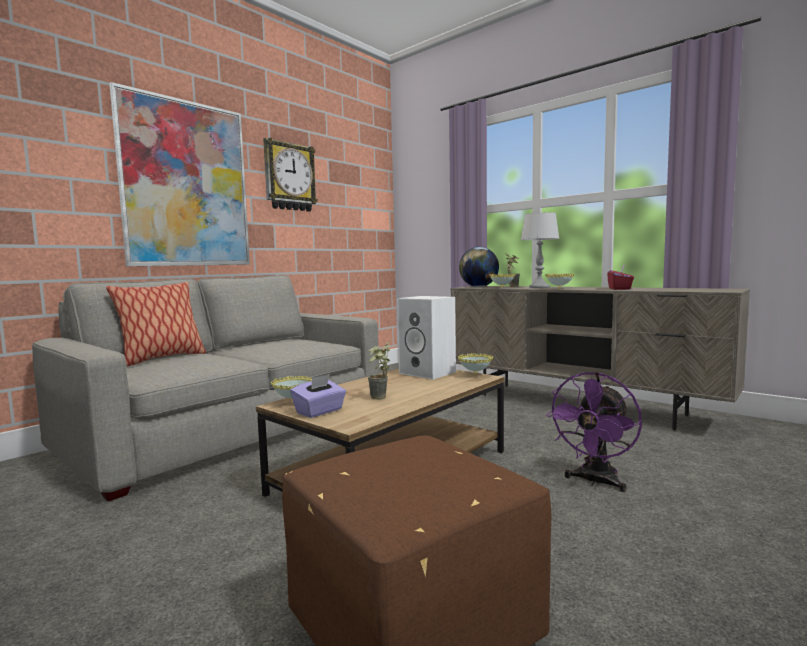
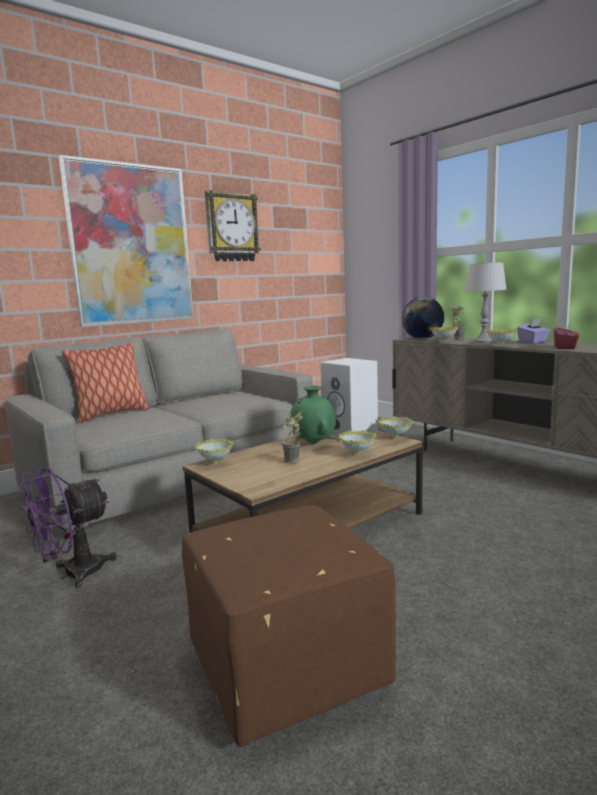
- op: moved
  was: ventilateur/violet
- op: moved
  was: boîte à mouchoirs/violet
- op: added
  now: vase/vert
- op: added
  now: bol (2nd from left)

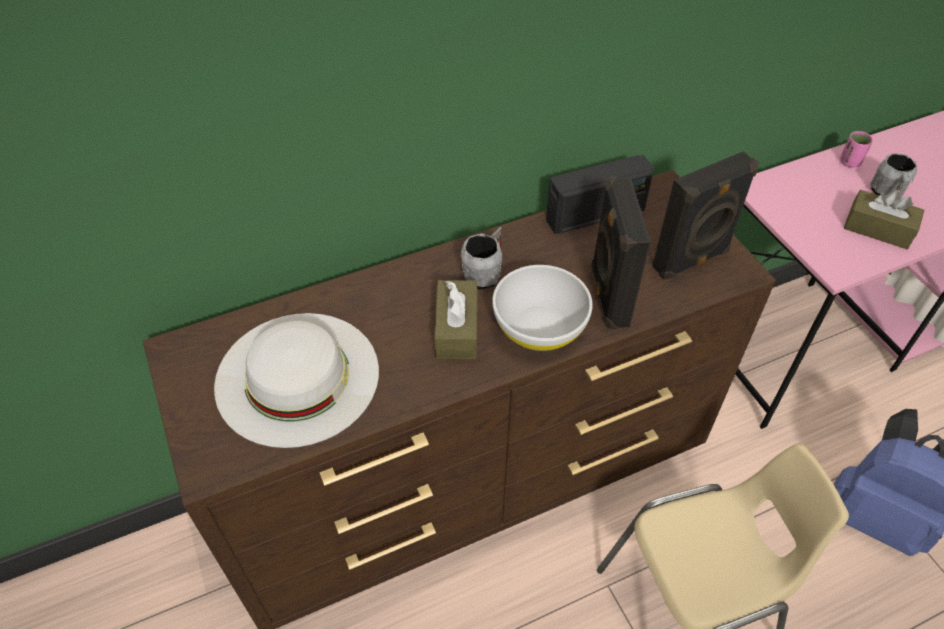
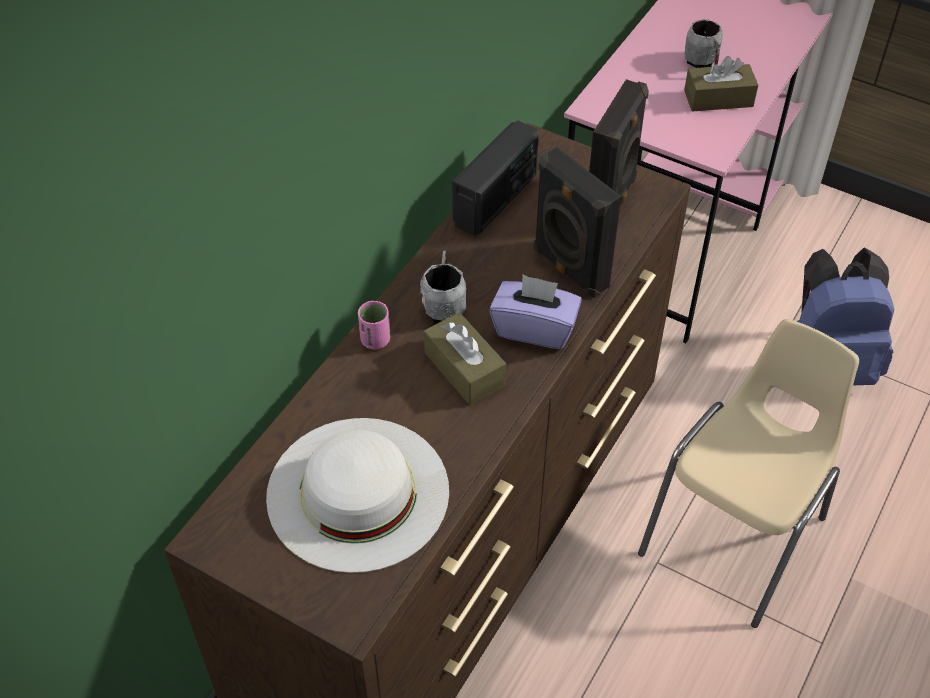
- op: moved
  was: tasse/rose
- op: replaced
  was: bol/blanc
  now: boîte à mouchoirs/violet

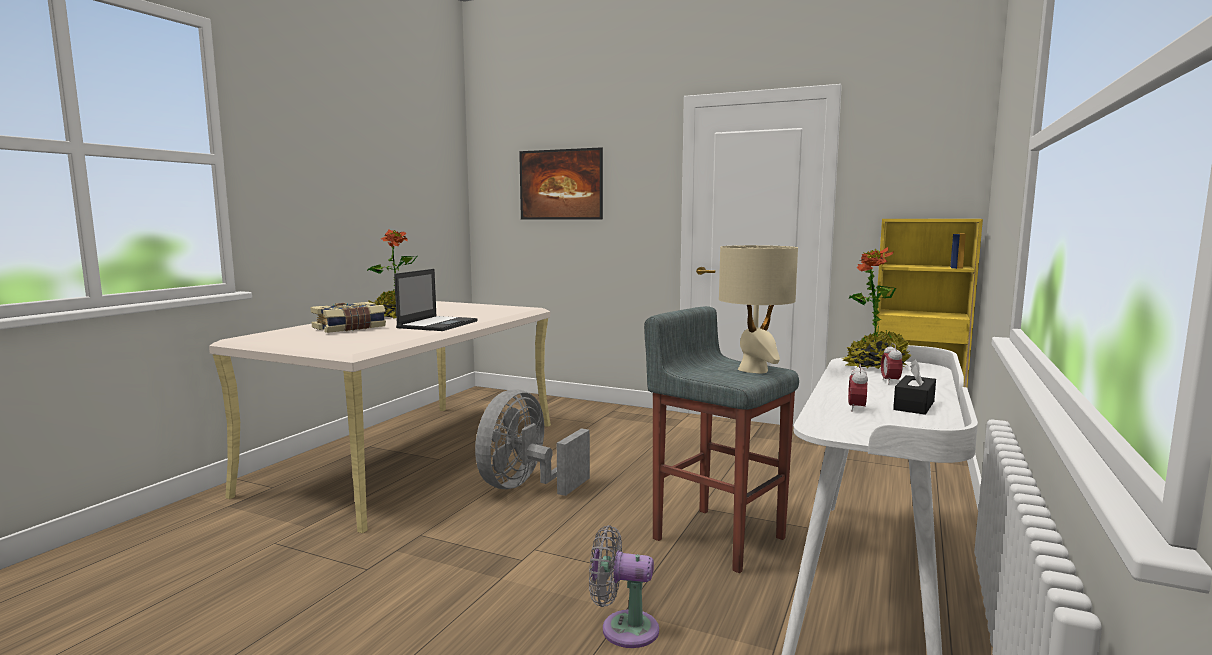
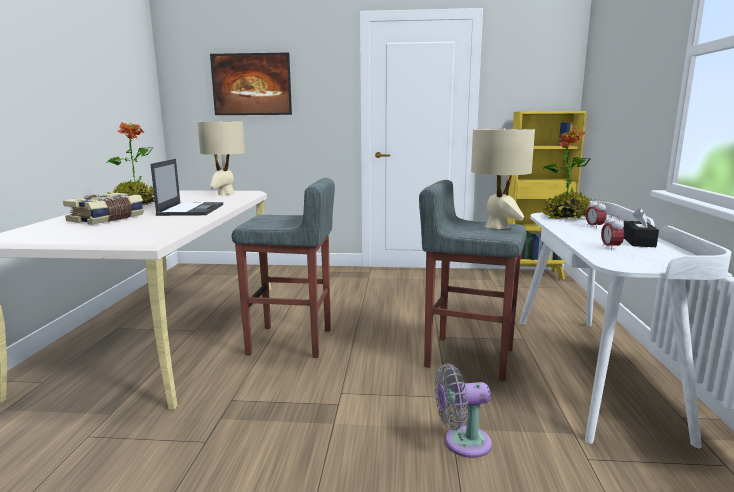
- op: replaced
  was: ventilateur/gris (1st from left)
  now: tabouret/gris (1st from left)
- op: added
  now: lampe de table/beige (1st from left)

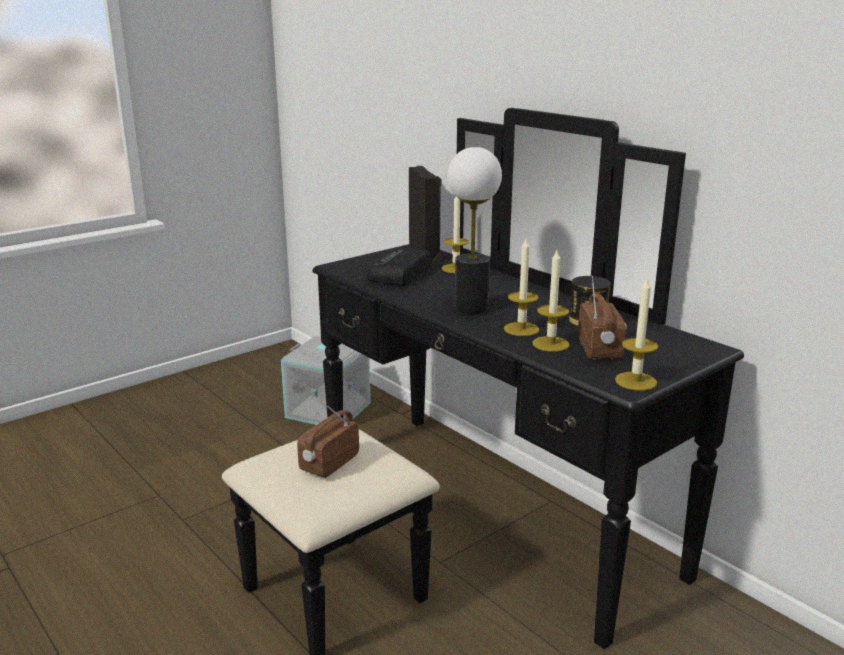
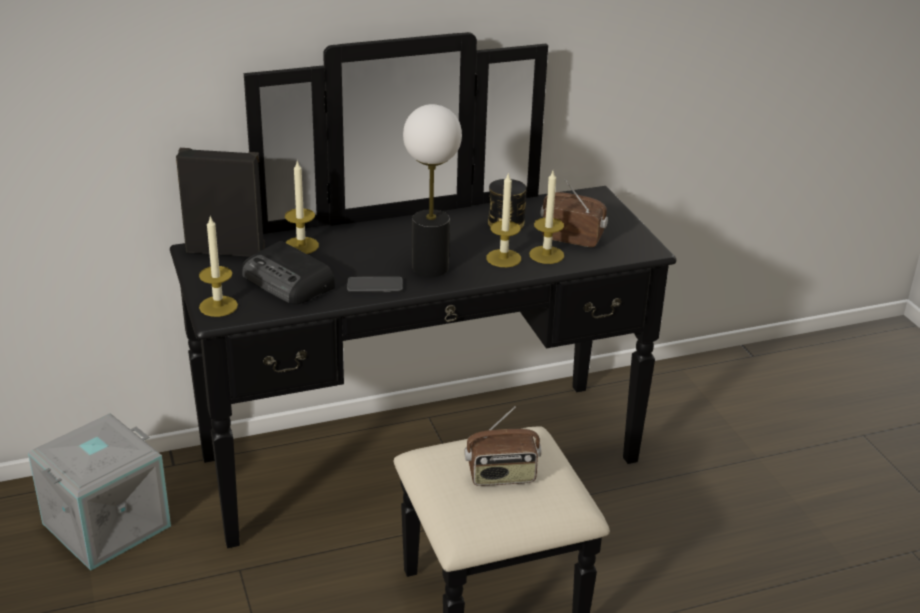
- op: moved
  was: bougie (4th from left in the first image)
  now: bougie (1st from left)
- op: turned
  was: radio (1st from left in the first image)
  clockwise: -60
- op: added
  now: téléphone

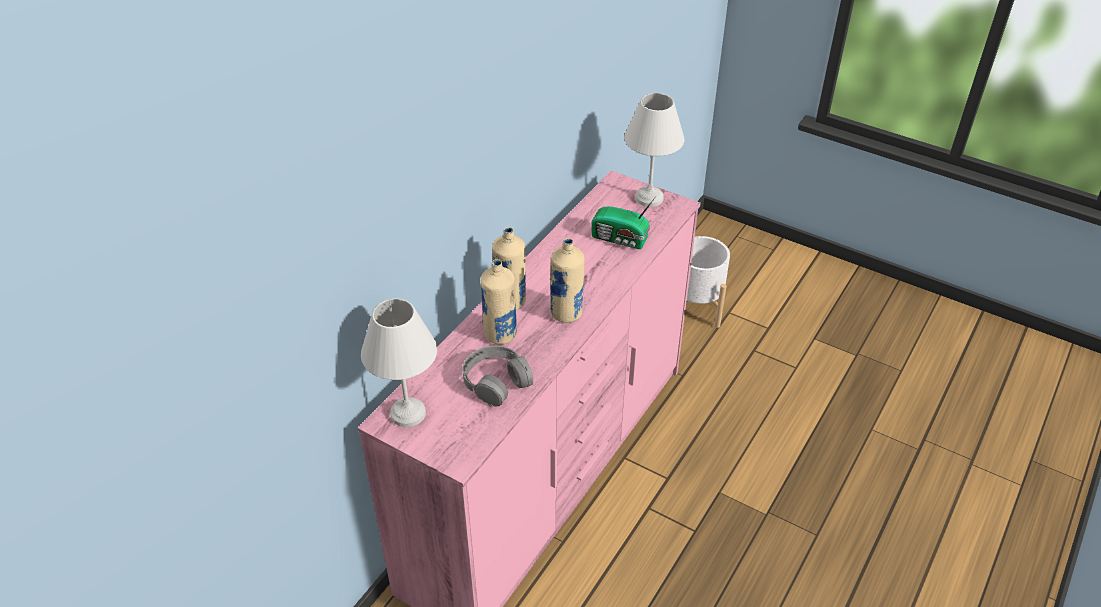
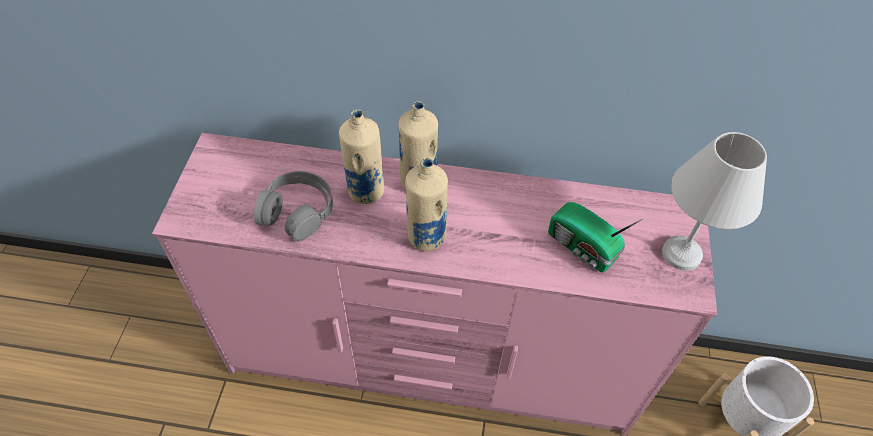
- op: turned
  was: radio
  clockwise: -45
- op: removed
  was: lampe de table/blanc (1st from left)

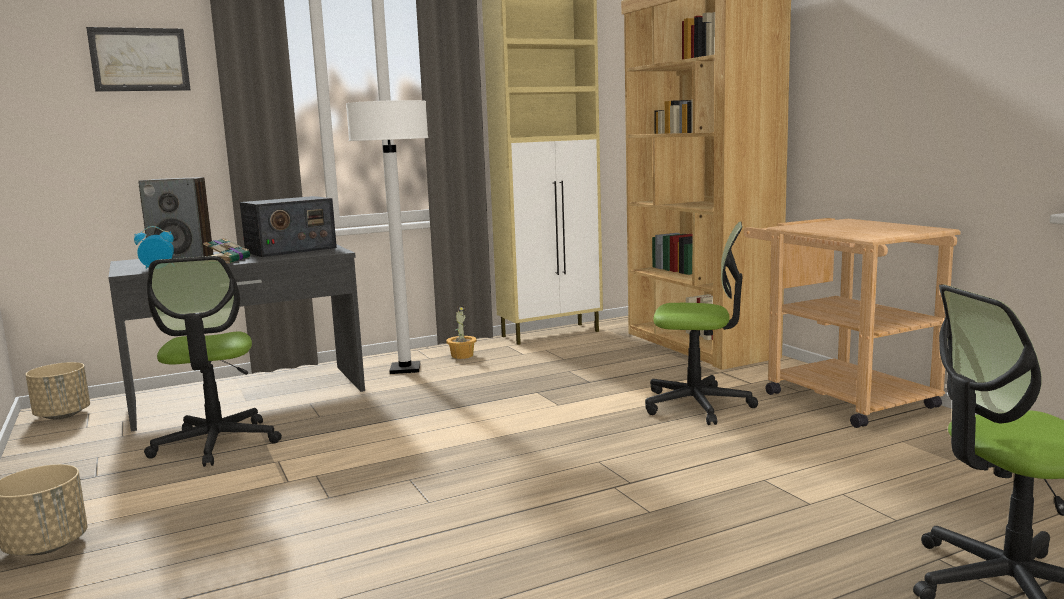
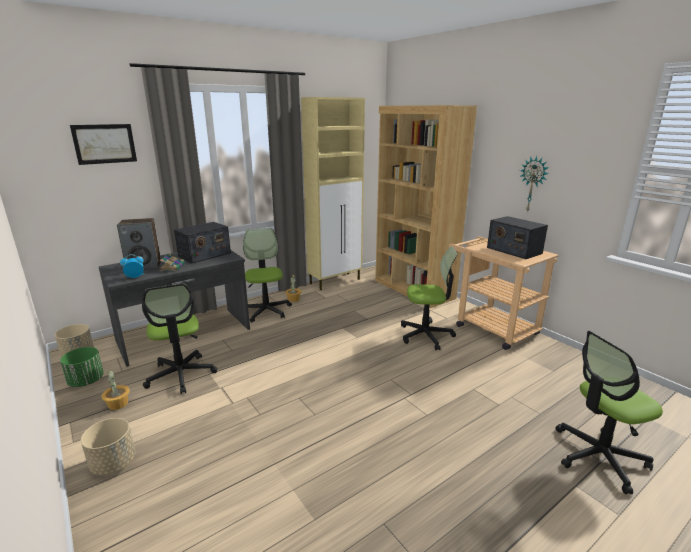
- op: replaced
  was: lampadaire/blanc
  now: chaise de bureau (2nd from left)
- op: added
  now: horloge murale
- op: added
  now: radio (2nd from left)
- op: added
  now: cache-pot/vert
- op: added
  now: plante en pot (1st from left)

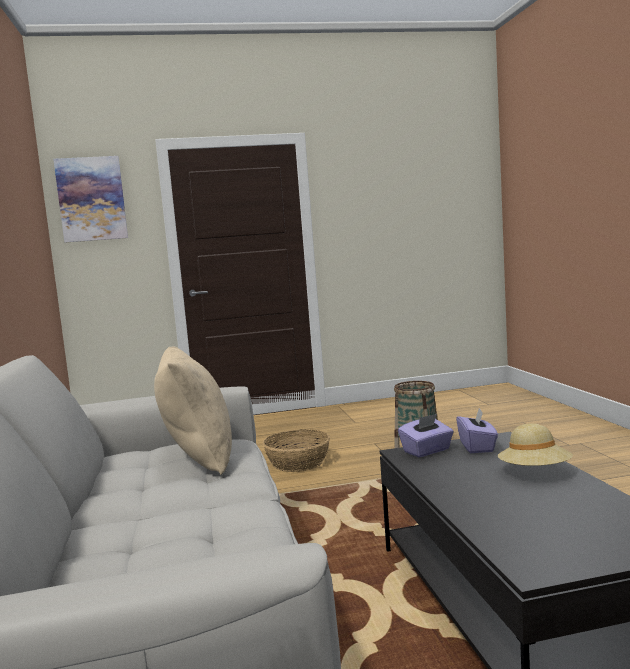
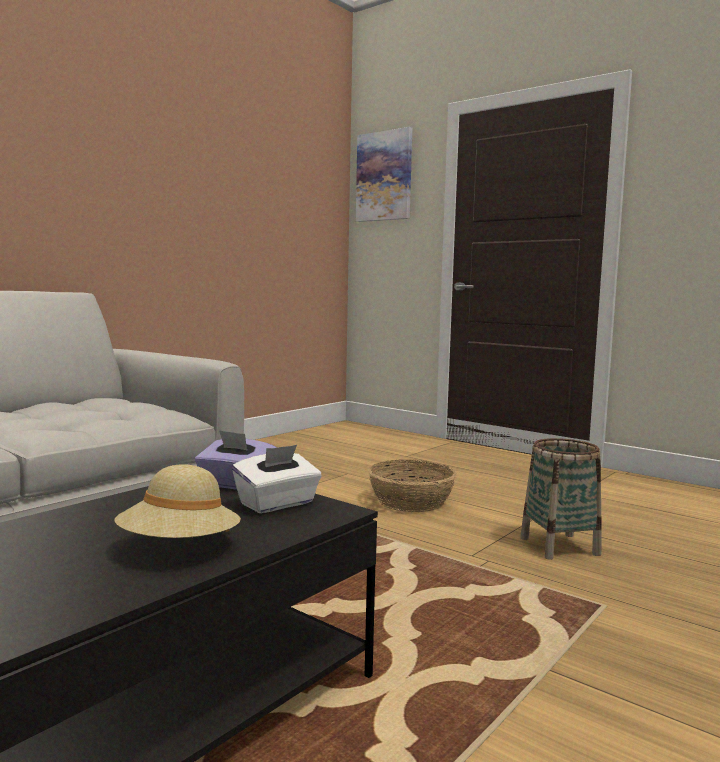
- op: removed
  was: coussin/beige
- op: recoloured
  was: boîte à mouchoirs/violet (2nd from left)
  now: boîte à mouchoirs/blanc

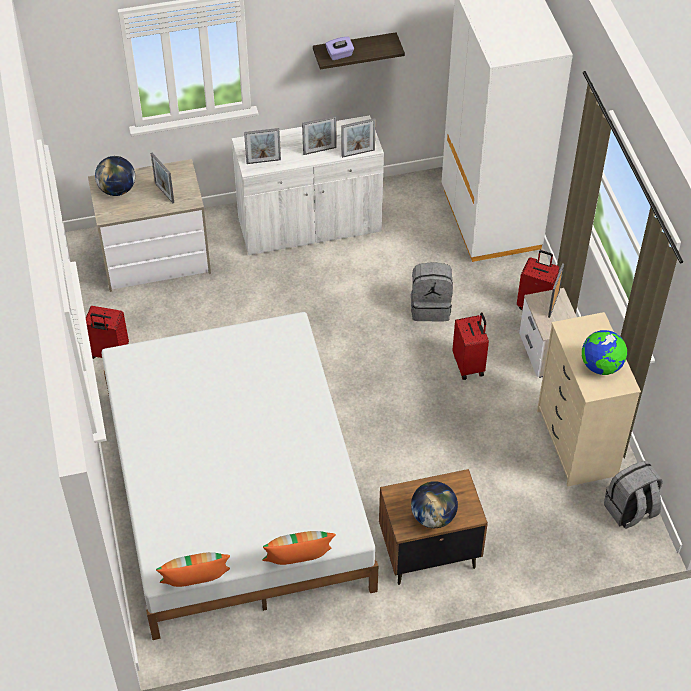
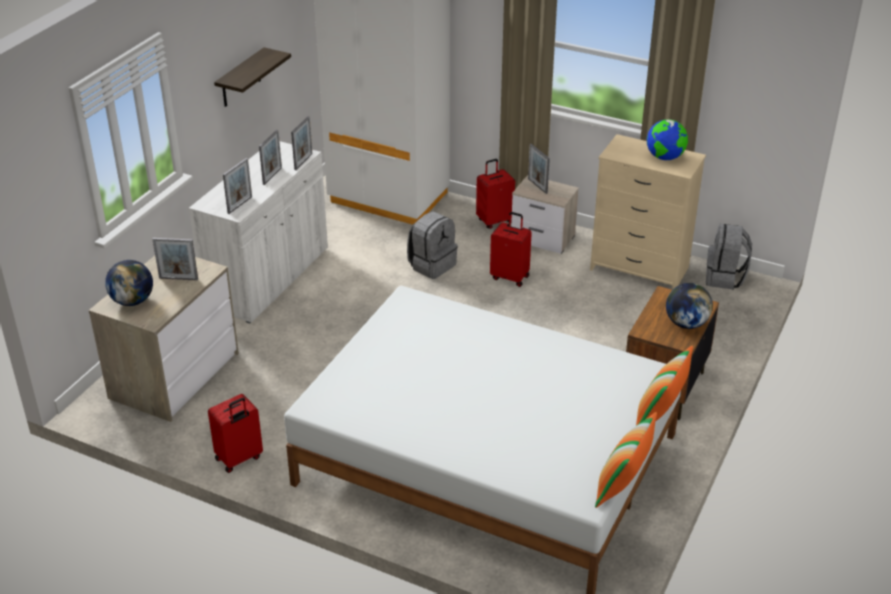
- op: removed
  was: boîte à mouchoirs/violet

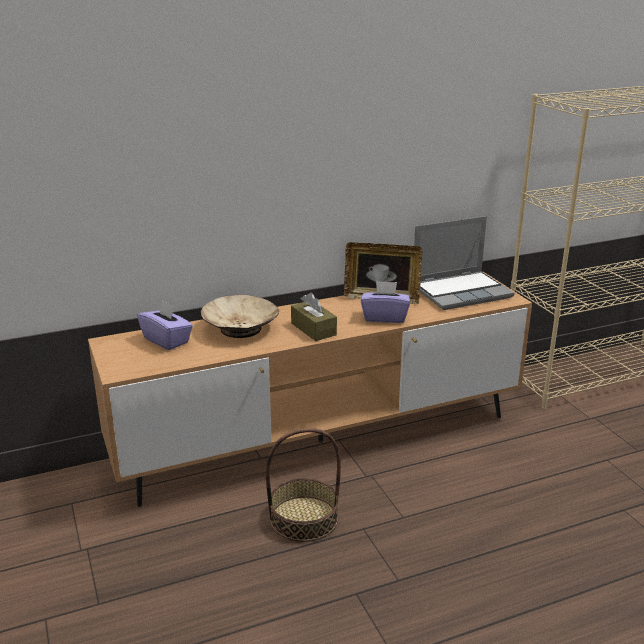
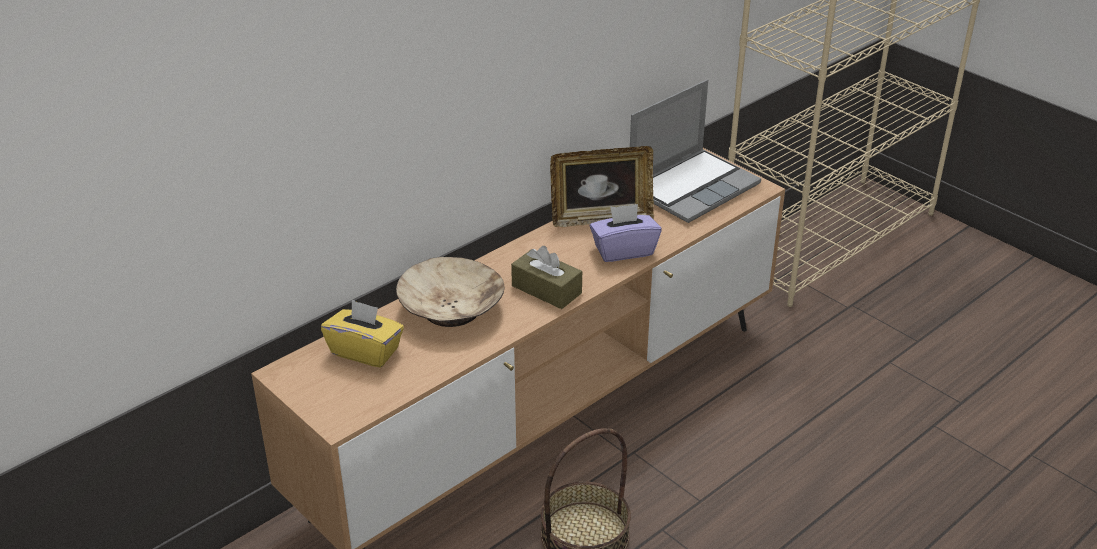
- op: recoloured
  was: boîte à mouchoirs/violet (1st from left)
  now: boîte à mouchoirs/jaune

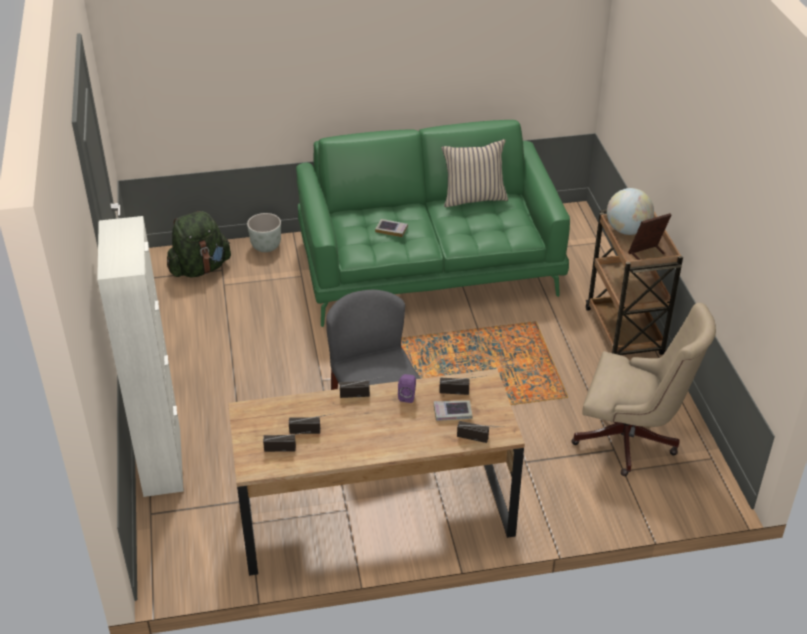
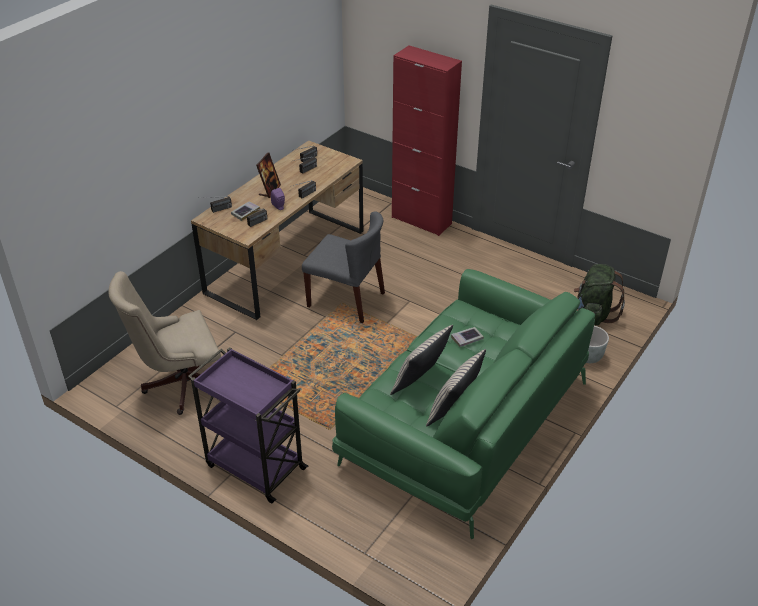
- op: removed
  was: globe
- op: recoloured
  was: chariot/marron
  now: chariot/violet
- op: moved
  was: cadre photo
- op: recoloured
  was: meuble de rangement/blanc
  now: meuble de rangement/rouge
- op: added
  now: coussin/beige (1st from left)

